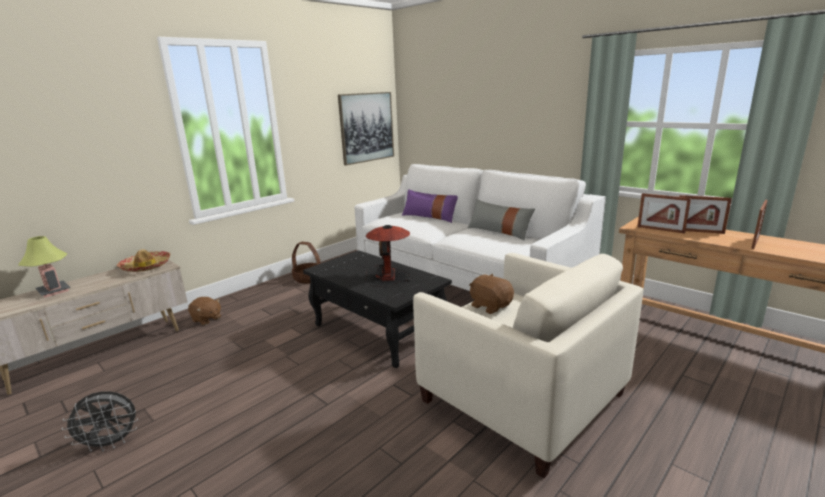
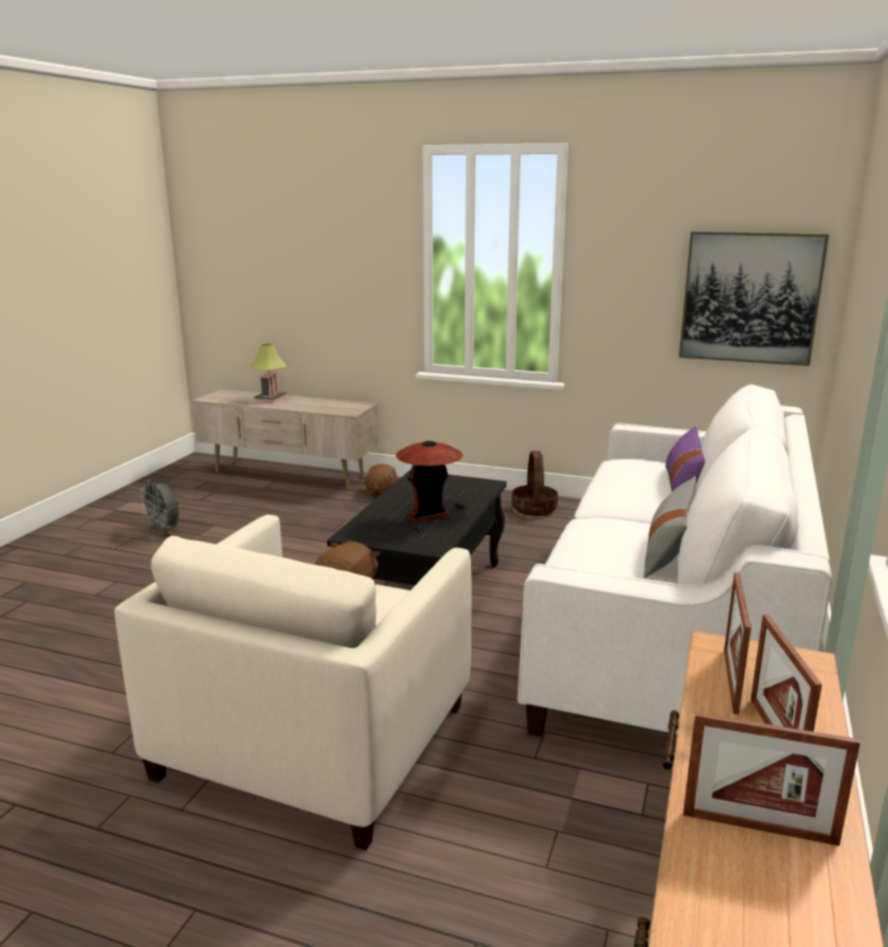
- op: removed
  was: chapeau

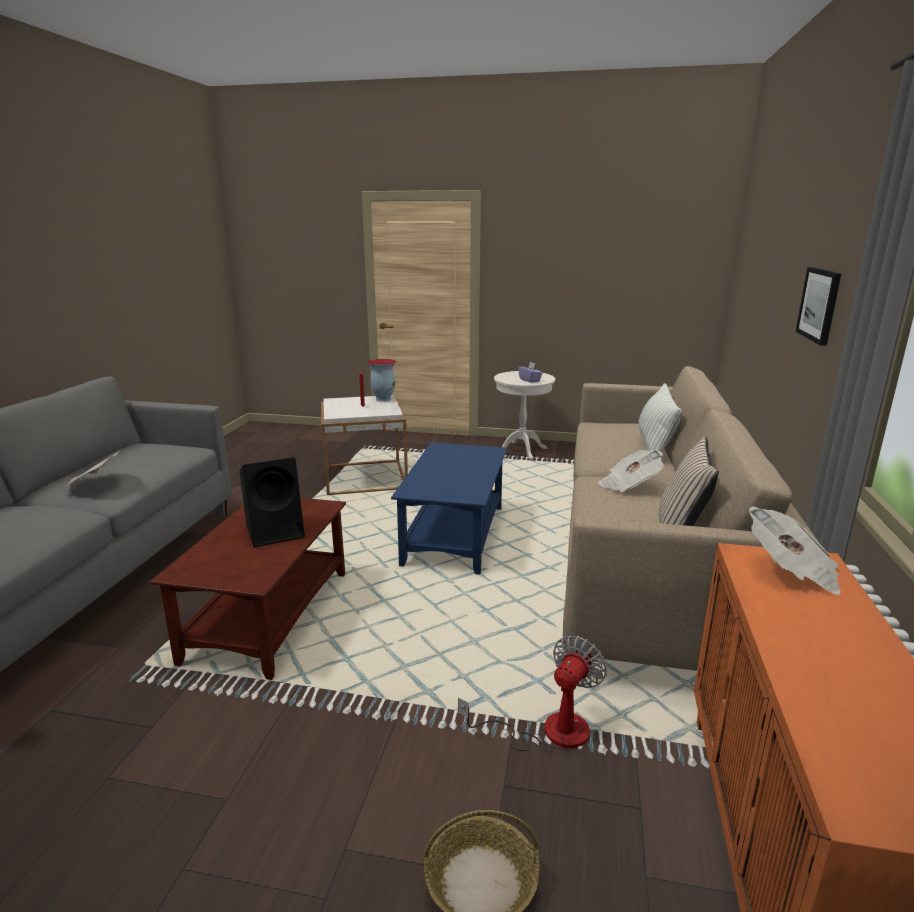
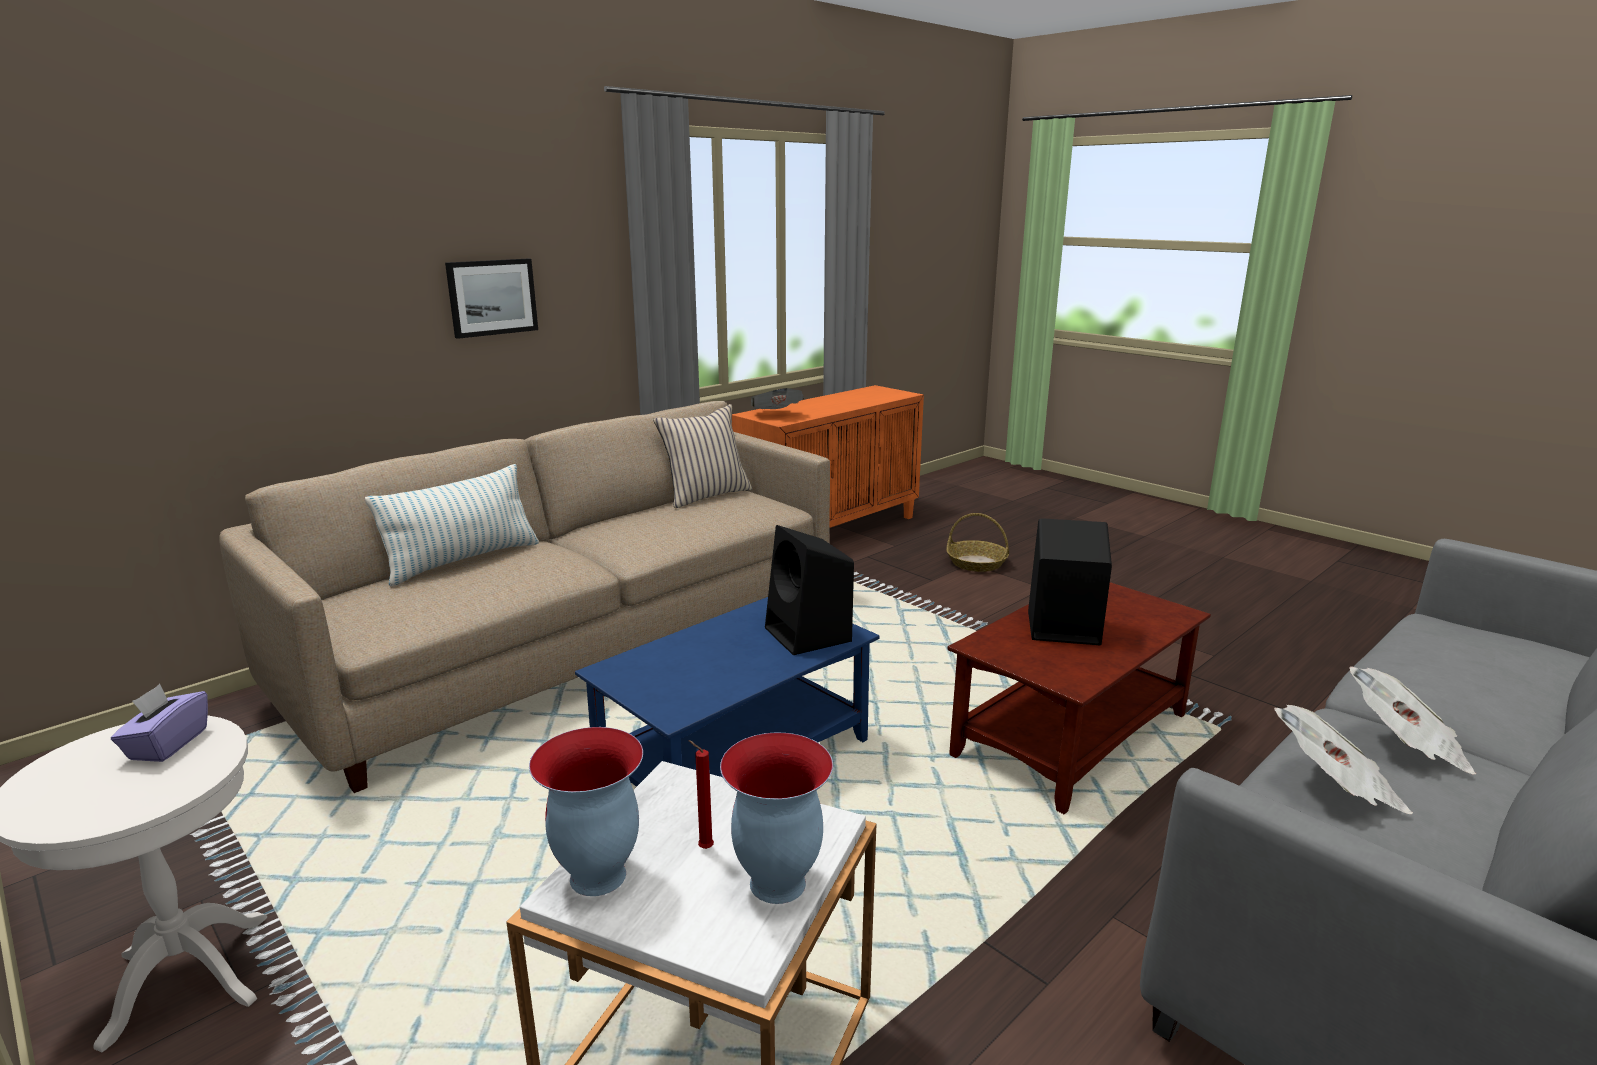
- op: moved
  was: journal (2nd from left)
- op: removed
  was: ventilateur
- op: added
  now: enceinte/noir (1st from left)
- op: added
  now: vase (2nd from left)

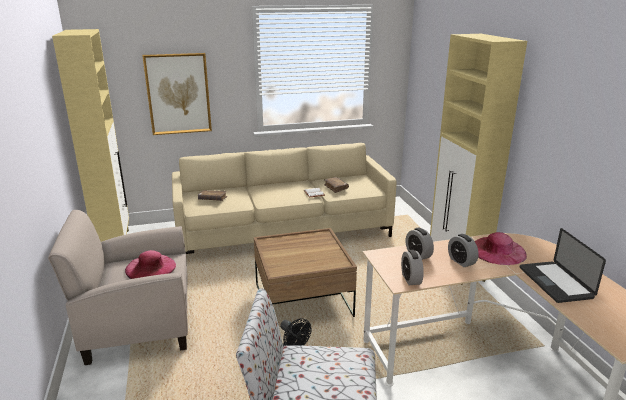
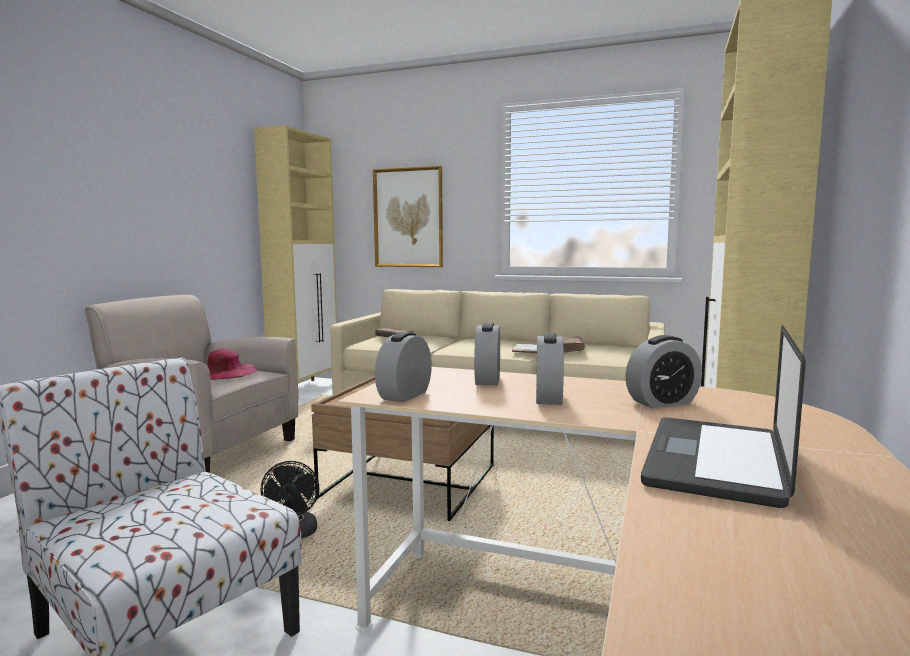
- op: replaced
  was: chapeau/rose (2nd from left)
  now: réveil (4th from left)

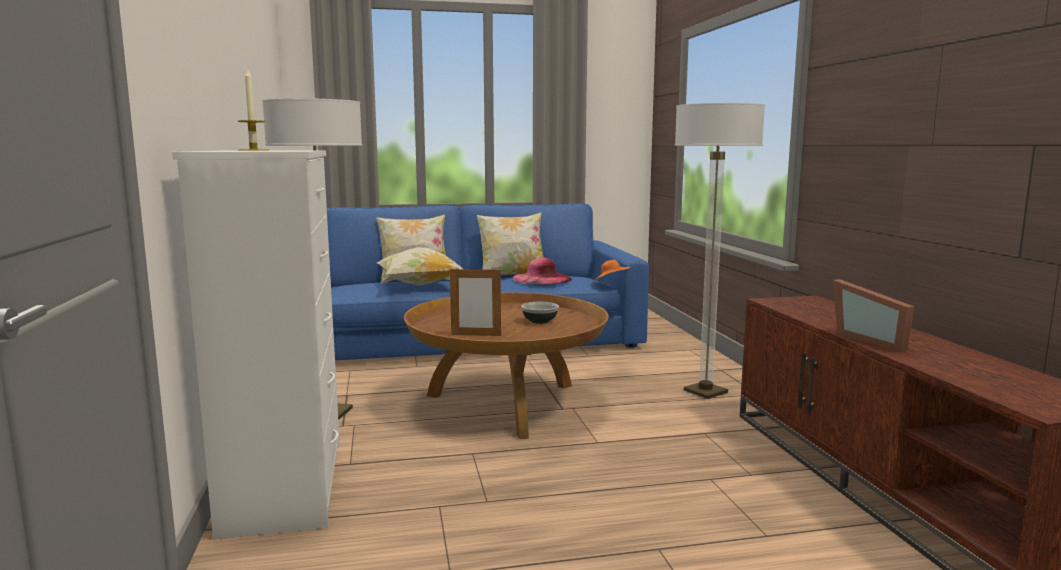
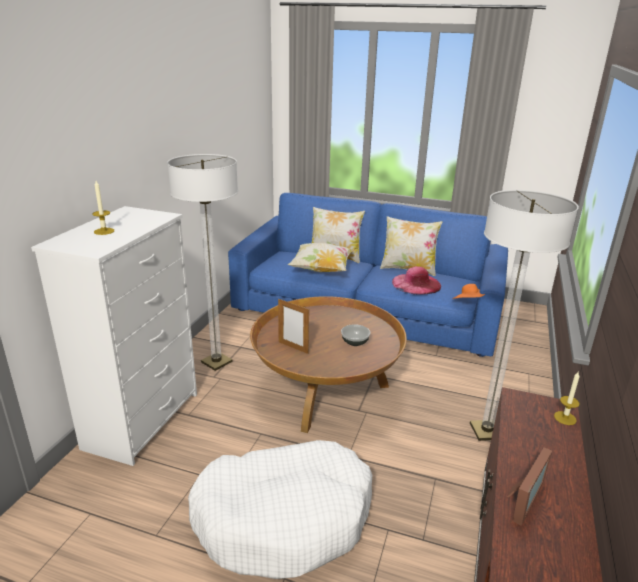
- op: turned
  was: cadre photo (2nd from left)
  clockwise: -150
- op: added
  now: bougie (2nd from left)
- op: added
  now: panier pour chien/blanc

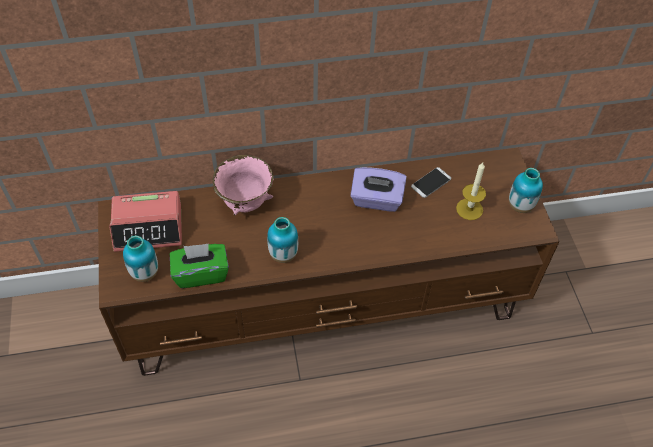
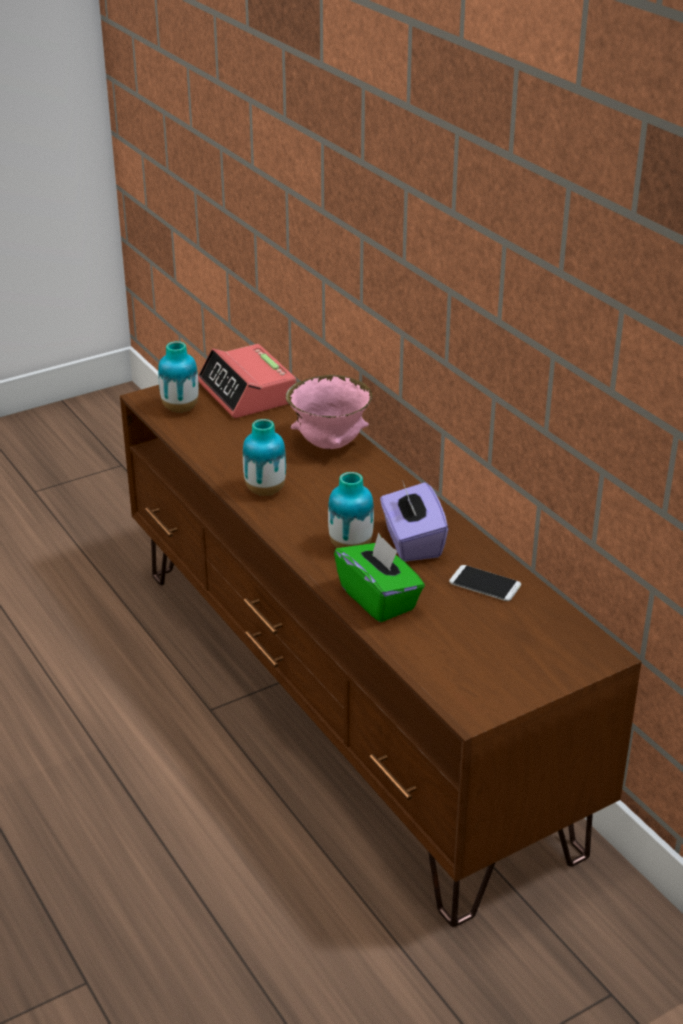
- op: removed
  was: bougie
- op: moved
  was: vase (3rd from left)
- op: moved
  was: boîte à mouchoirs/vert

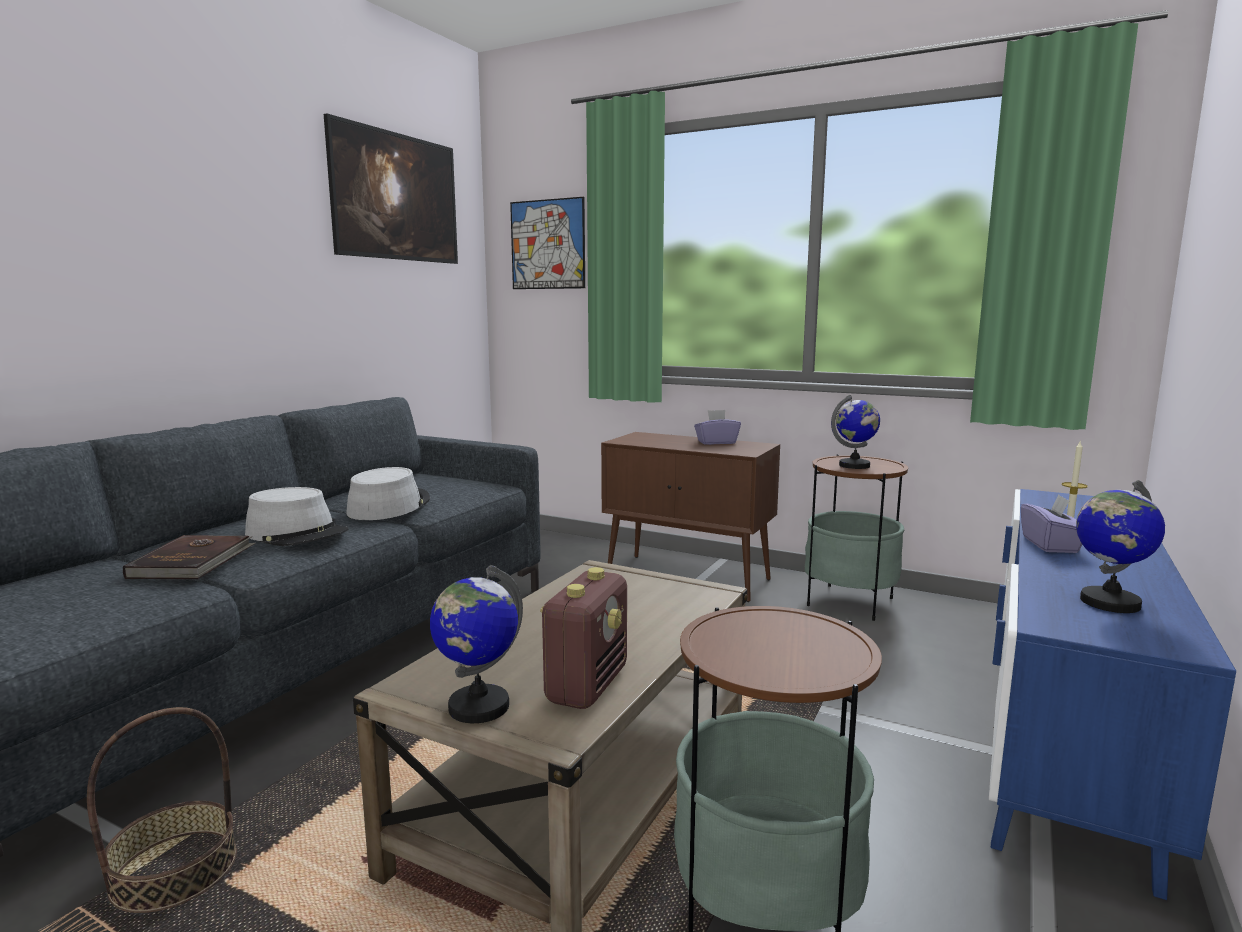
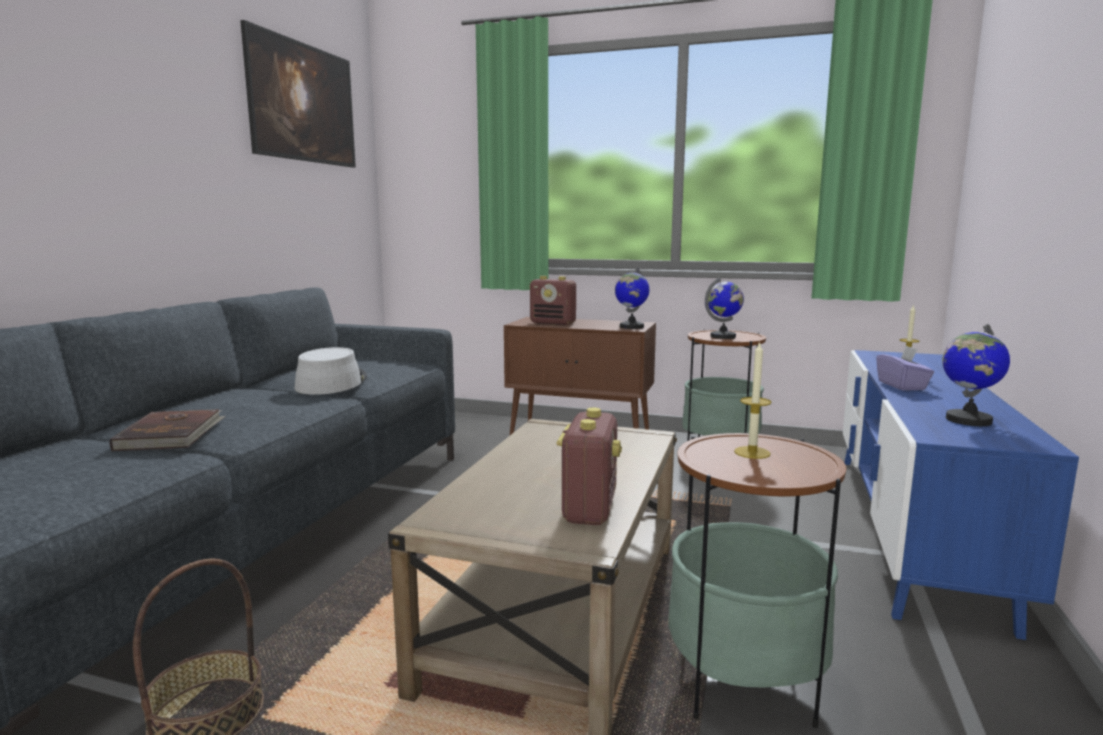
- op: removed
  was: tableau (2nd from left)
- op: removed
  was: boîte à mouchoirs/violet (1st from left)
- op: removed
  was: chapeau/gris (1st from left)
- op: moved
  was: globe (1st from left)
- op: added
  now: radio (1st from left)
- op: added
  now: bougie (1st from left)

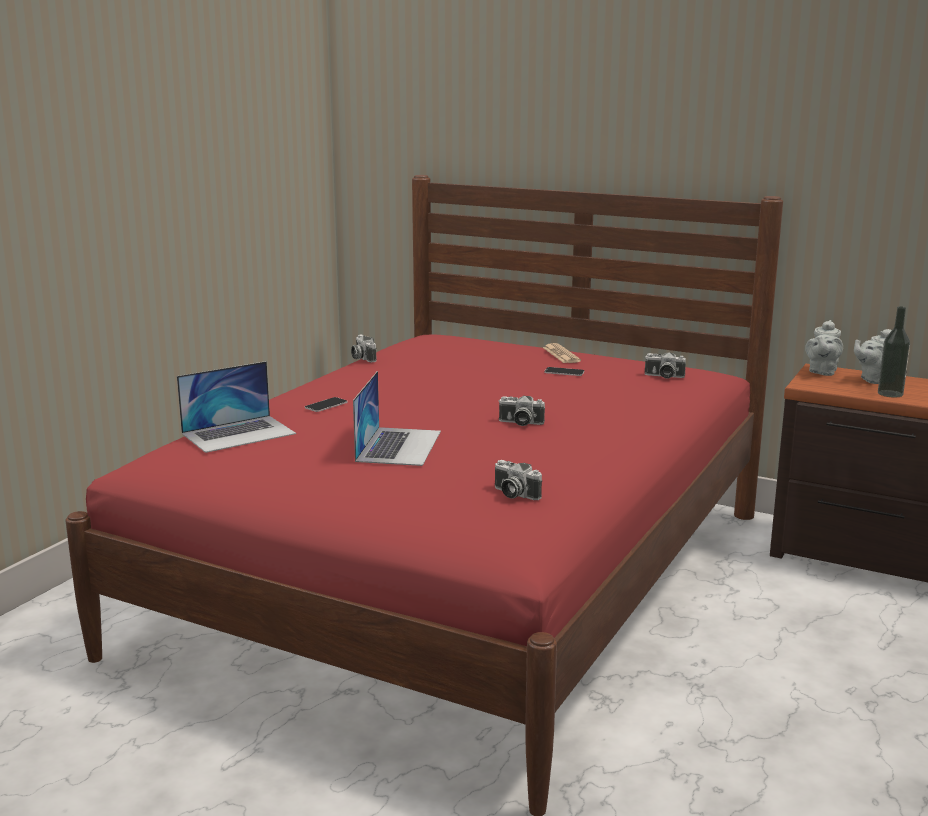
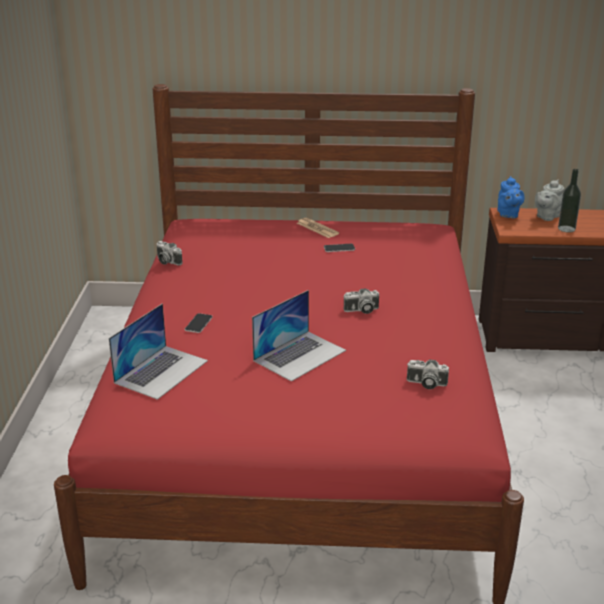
- op: recoloured
  was: théière/gris (1st from left)
  now: théière/bleu
- op: removed
  was: appareil photo (4th from left)
- op: turned
  was: ordinateur portable (2nd from left)
  clockwise: 60

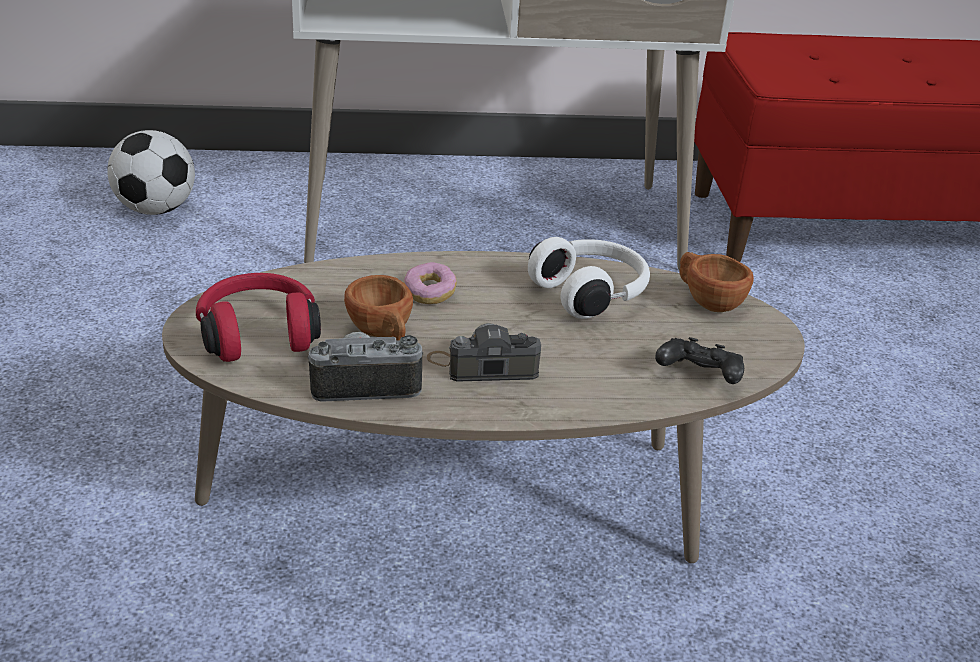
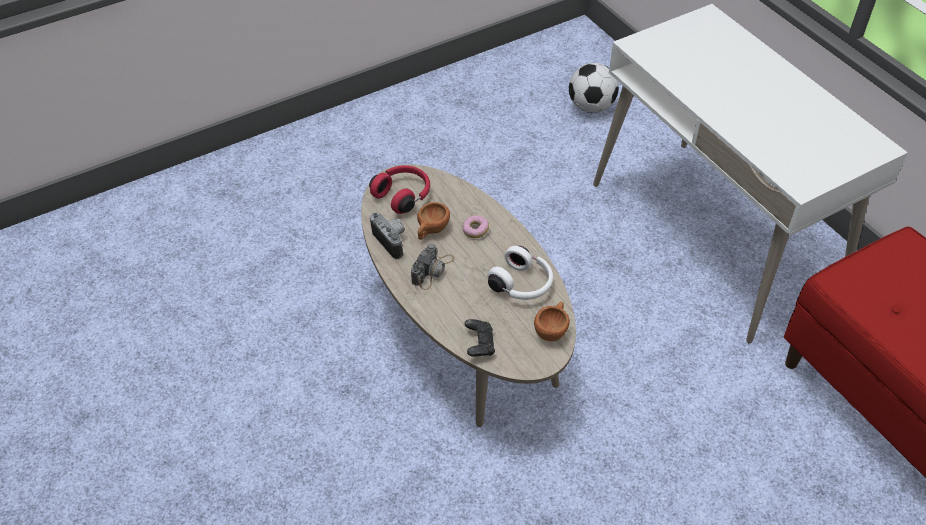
- op: turned
  was: appareil photo (2nd from left)
  clockwise: 60

